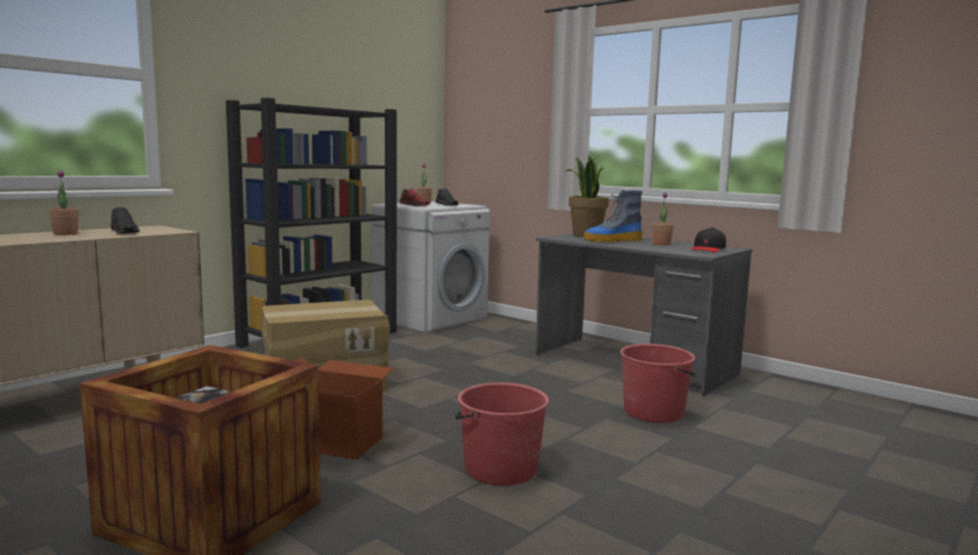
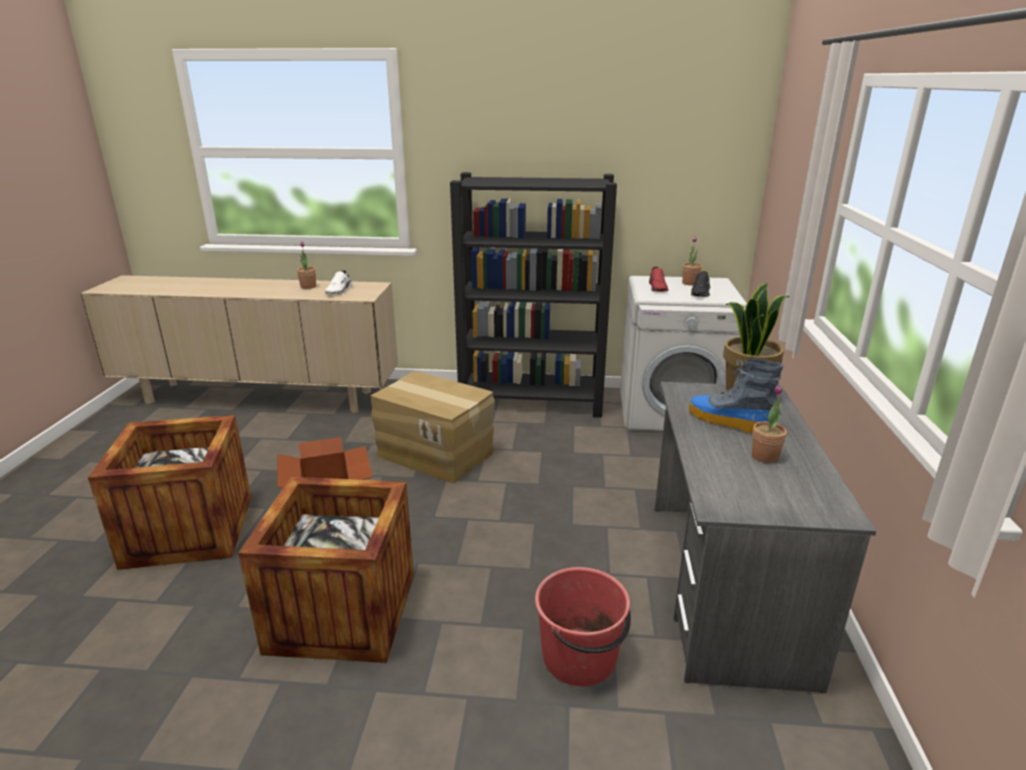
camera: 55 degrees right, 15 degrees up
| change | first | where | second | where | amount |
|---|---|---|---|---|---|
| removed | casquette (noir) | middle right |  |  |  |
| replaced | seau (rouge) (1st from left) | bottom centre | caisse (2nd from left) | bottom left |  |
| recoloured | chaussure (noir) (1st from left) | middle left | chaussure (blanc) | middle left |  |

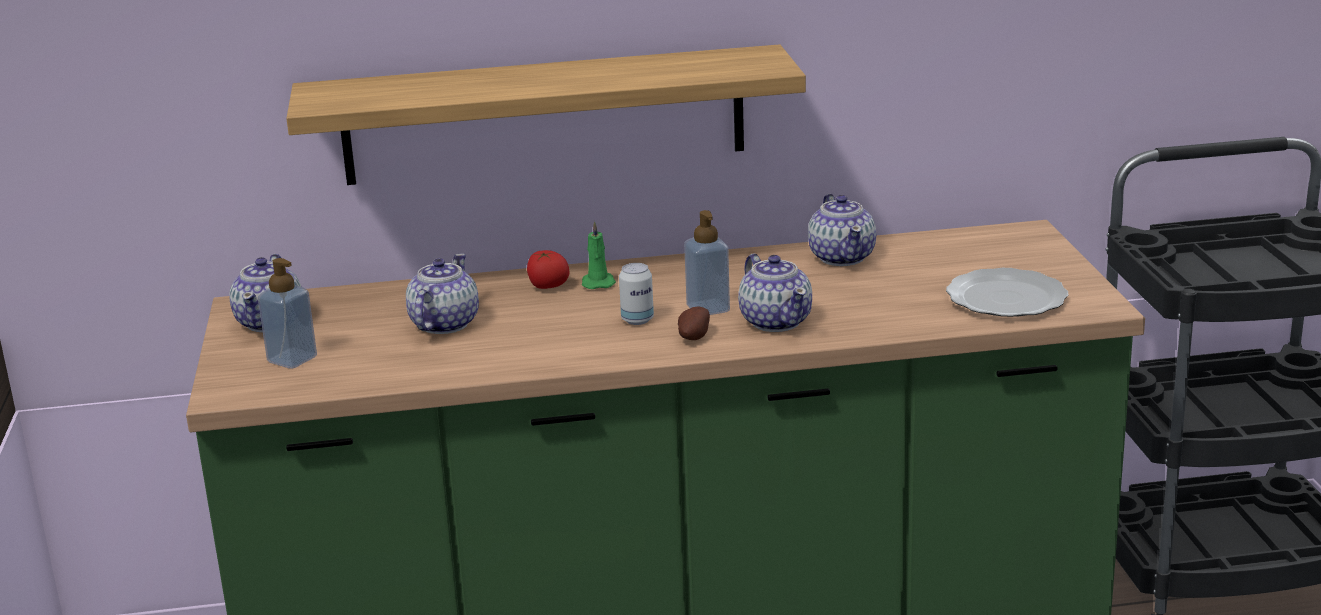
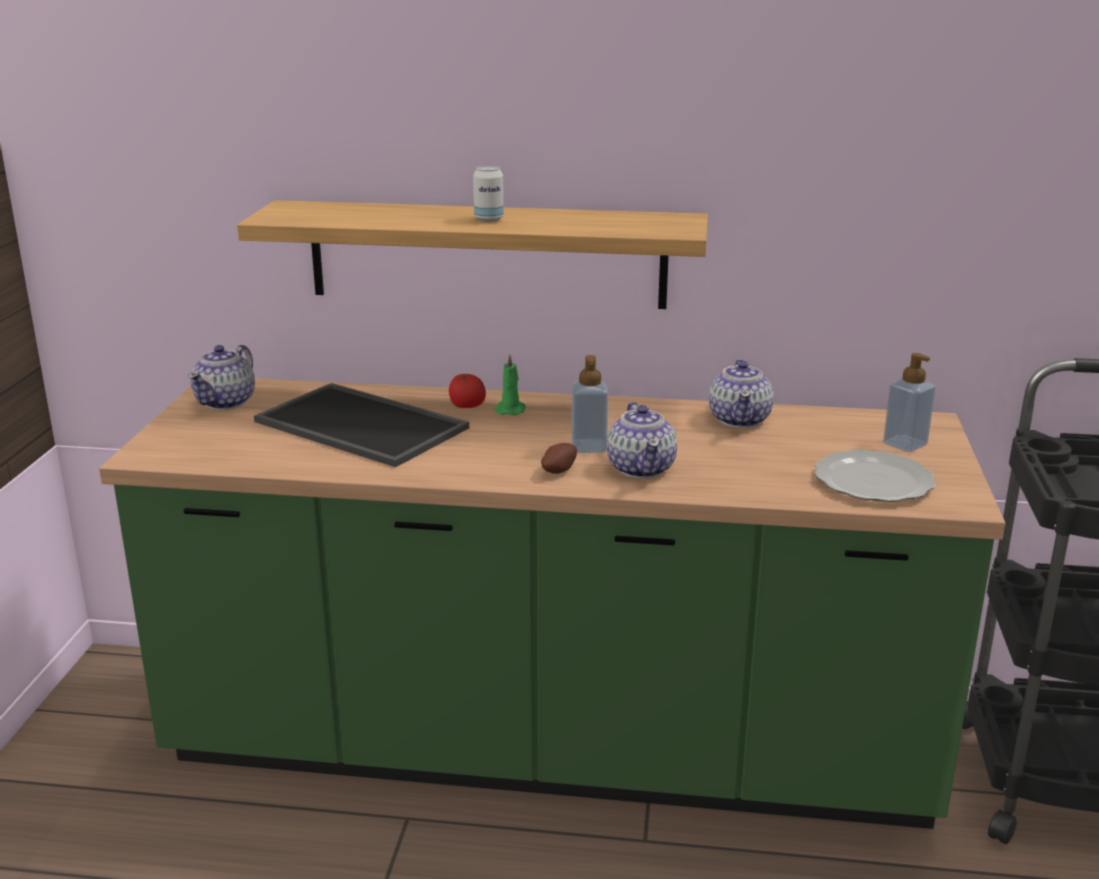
camera: 15 degrees right, 0 degrees up
| change | first | where | second | where | amount |
|---|---|---|---|---|---|
| moved | distributeur de savon (1st from left in the first image) | middle left | distributeur de savon (2nd from left) | middle right |  |
| moved | boîte métallique | centre |  | top centre |  |
| replaced | théière (2nd from left) | centre | plateau | middle left |  |

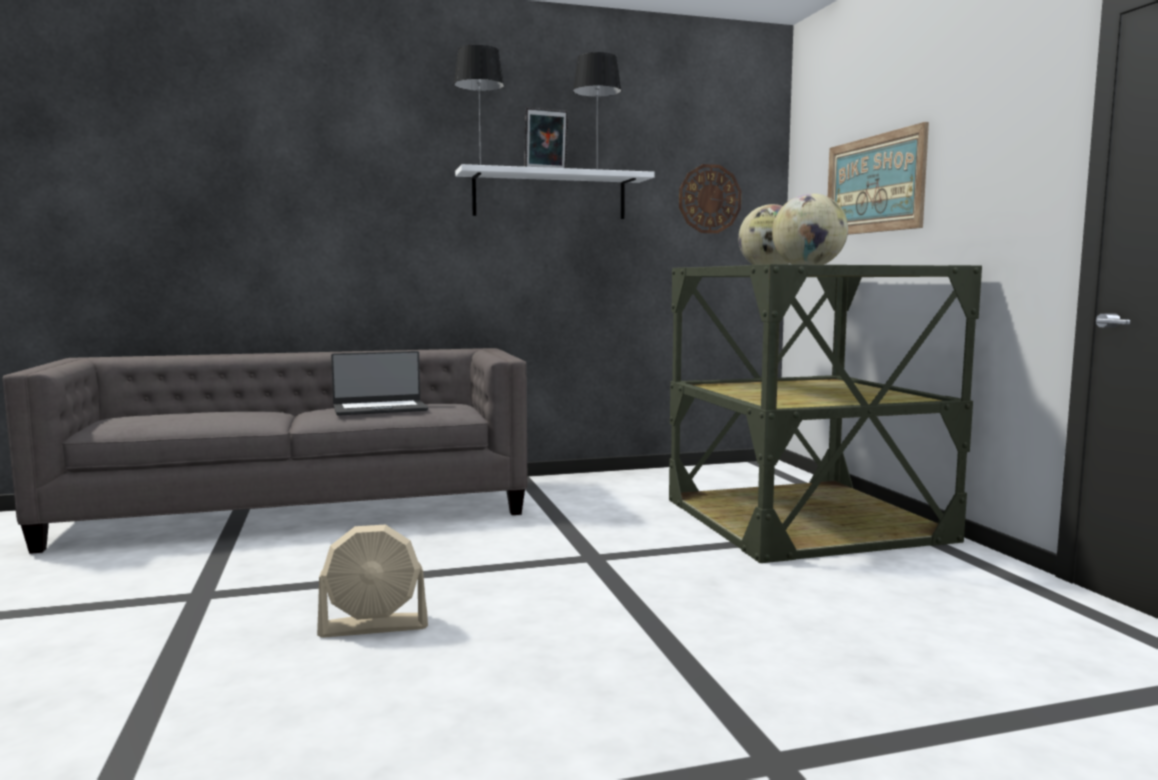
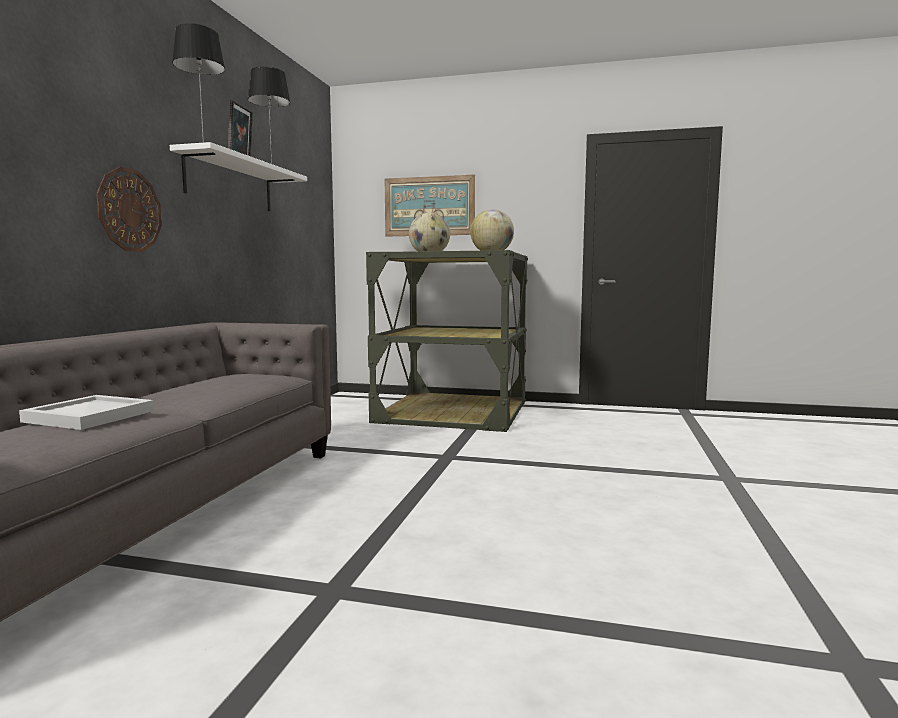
camera: 60 degrees left, 0 degrees up
| change | first | where | second | where | amount |
|---|---|---|---|---|---|
| removed | ventilateur (beige) | bottom left |  |  |  |
| removed | ordinateur portable | middle left |  |  |  |
| added |  |  | plateau (blanc) | middle left |  |
| moved | horloge murale | top centre |  | top left |  |

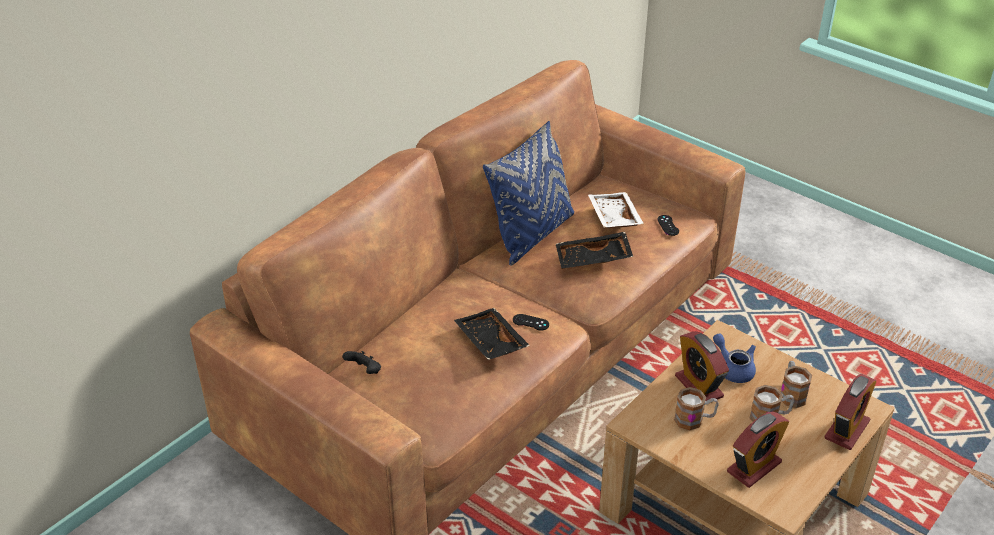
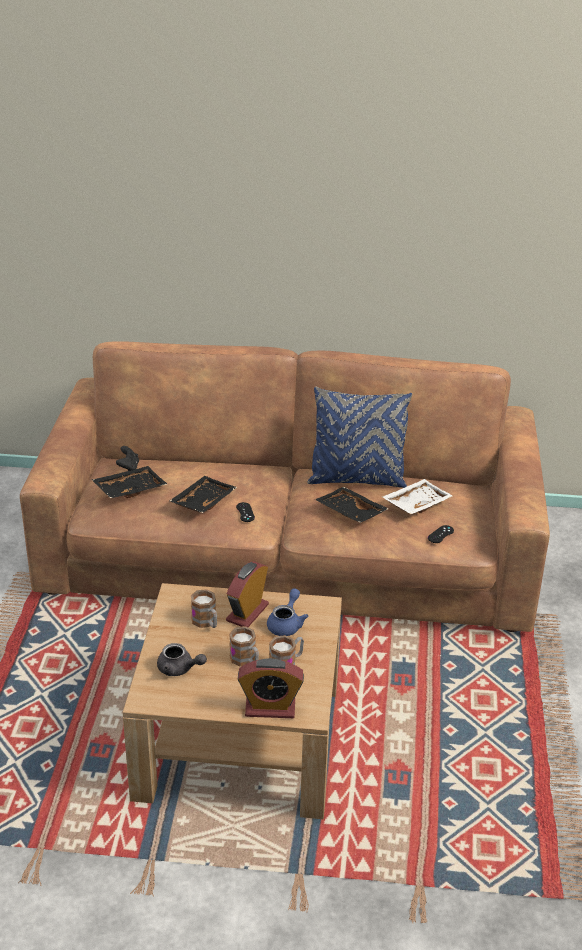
camera: 55 degrees right, 5 degrees down
| change | first | where | second | where | amount |
|---|---|---|---|---|---|
| added |  |  | plateau (noir) (1st from left) | middle left |  |
| replaced | réveil (2nd from left) | bottom right | théière (gris) | bottom left |  |

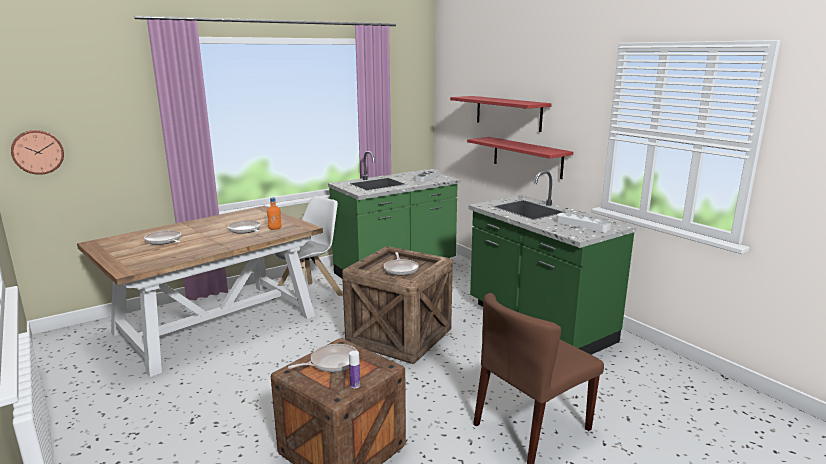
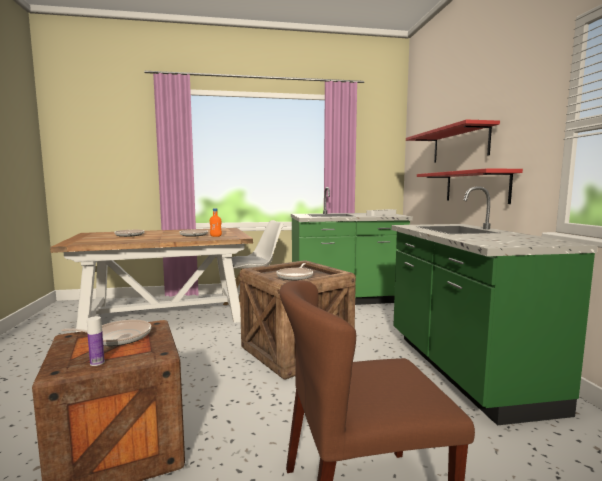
camera: 25 degrees right, 10 degrees down
| change | first | where | second | where | amount |
|---|---|---|---|---|---|
| removed | horloge murale | top left |  |  |  |
| removed | plateau (gris) (2nd from left) | middle right |  |  |  |

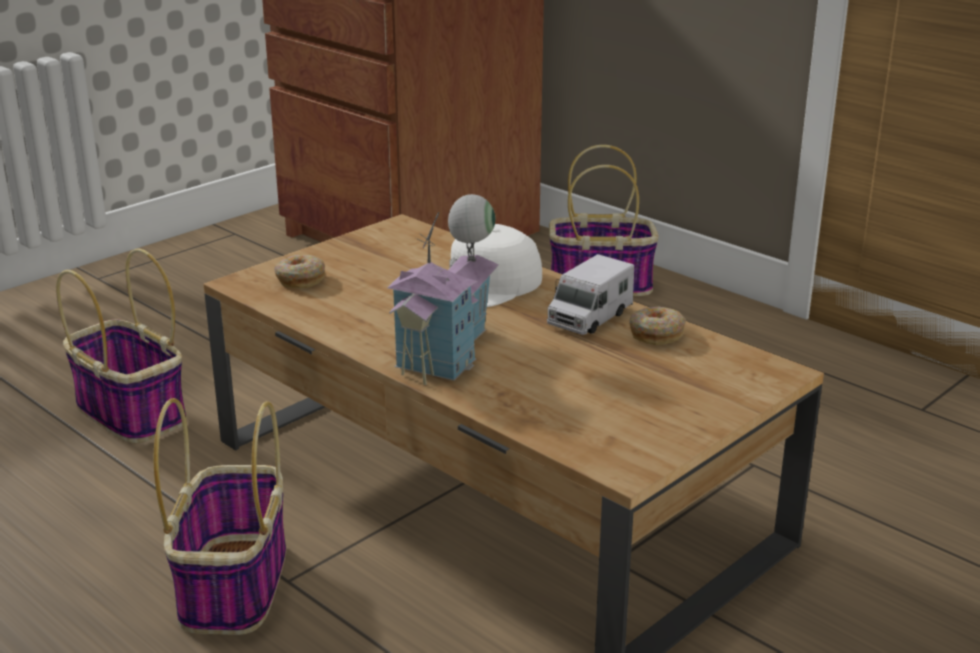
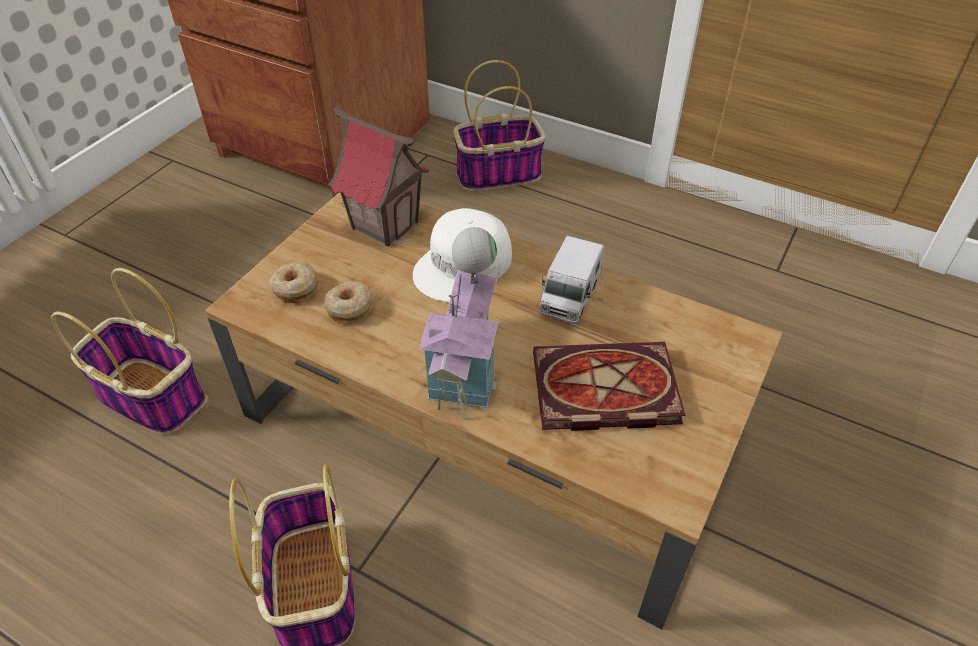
camera: 15 degrees left, 20 degrees up
| change | first | where | second | where | amount |
|---|---|---|---|---|---|
| added |  |  | maison miniature (1st from left) | top centre |  |
| added |  |  | livre | centre |  |
| moved | beignet (2nd from left) | middle right |  | centre |  |

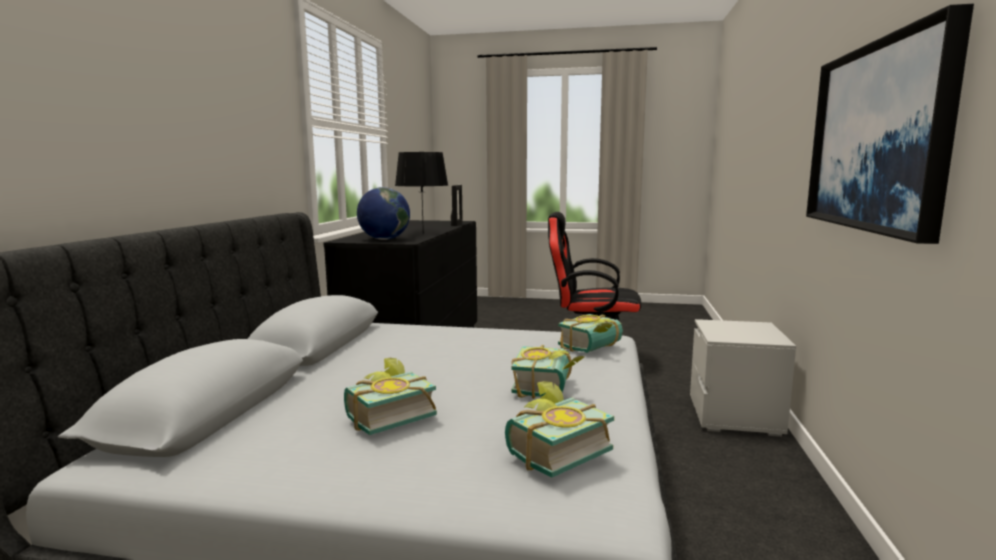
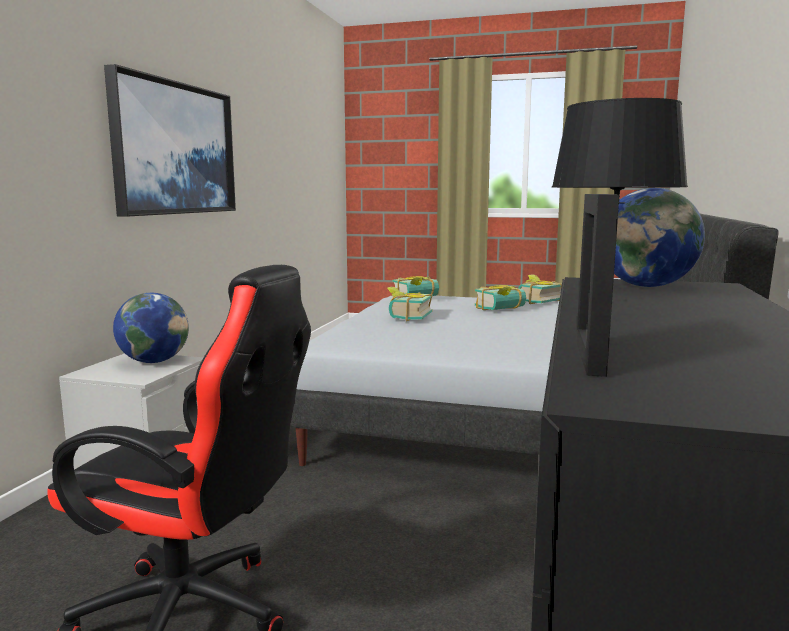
camera: 175 degrees left, 0 degrees up
| change | first | where | second | where | amount |
|---|---|---|---|---|---|
| added |  |  | globe (1st from left) | middle left |  |
| moved | livre (4th from left) | centre |  | middle right |  |

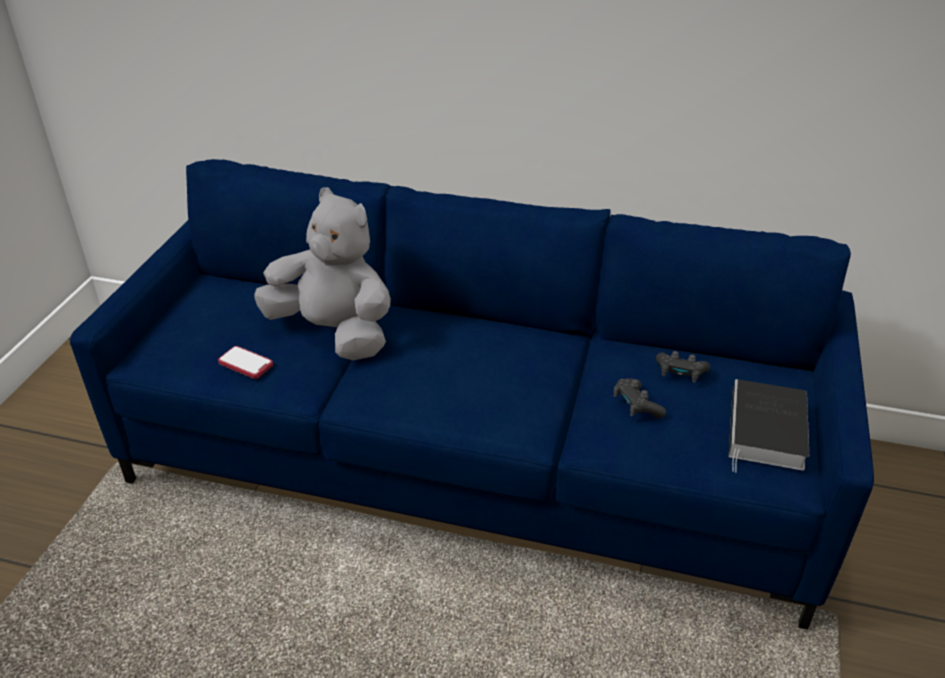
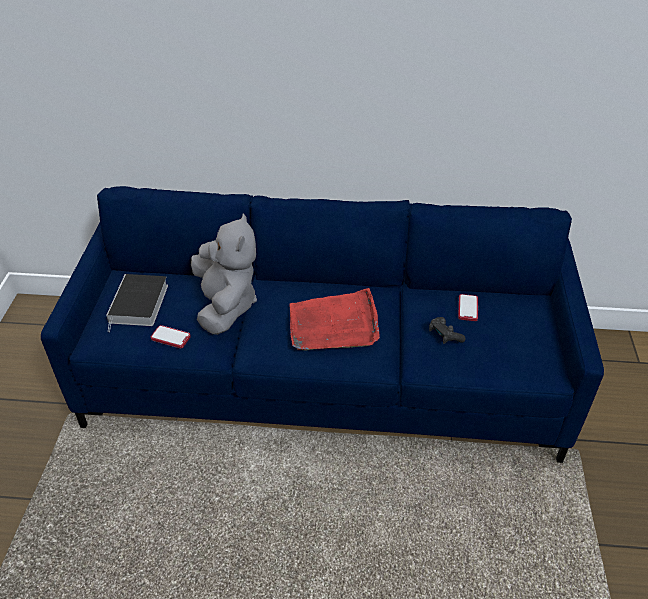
camera: 10 degrees left, 5 degrees up
| change | first | where | second | where | amount |
|---|---|---|---|---|---|
| added |  |  | plateau (rouge) | centre |  |
| moved | livre | middle right |  | middle left |  |
| replaced | manette (noir) (2nd from left) | middle right | téléphone (2nd from left) | middle right |  |
| turned | peluche (gris) | centre |  | centre | 60 degrees clockwise |

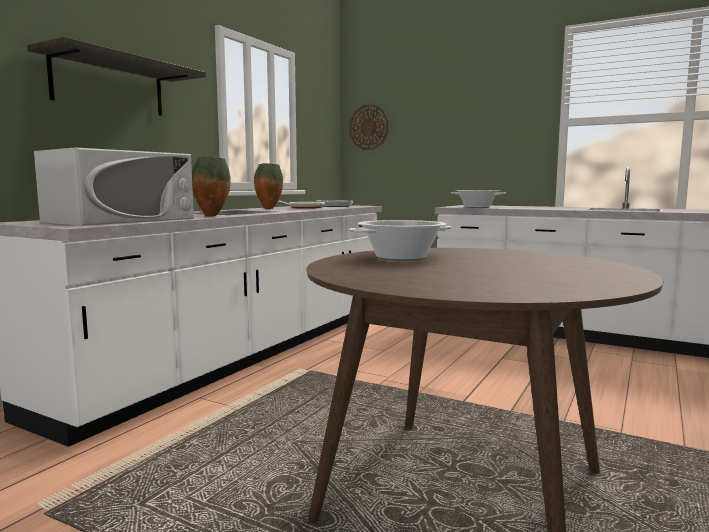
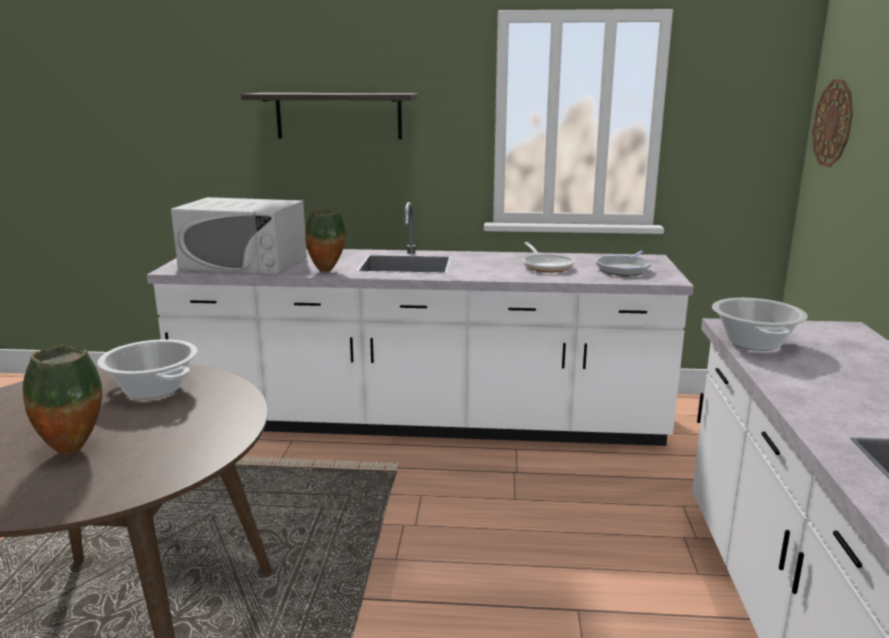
camera: 65 degrees right, 10 degrees up
| change | first | where | second | where | amount |
|---|---|---|---|---|---|
| moved | vase (2nd from left in the first image) | centre | vase (1st from left) | middle left |  |

